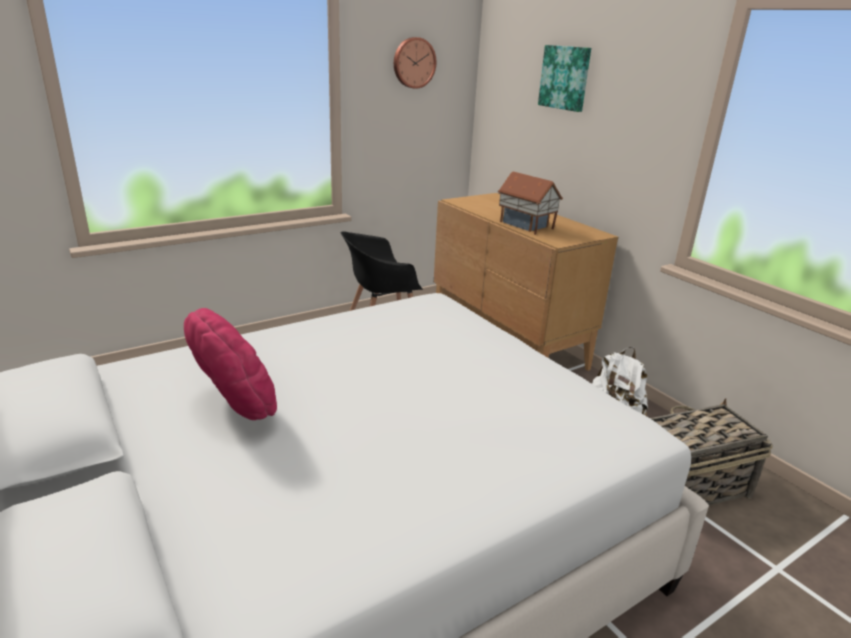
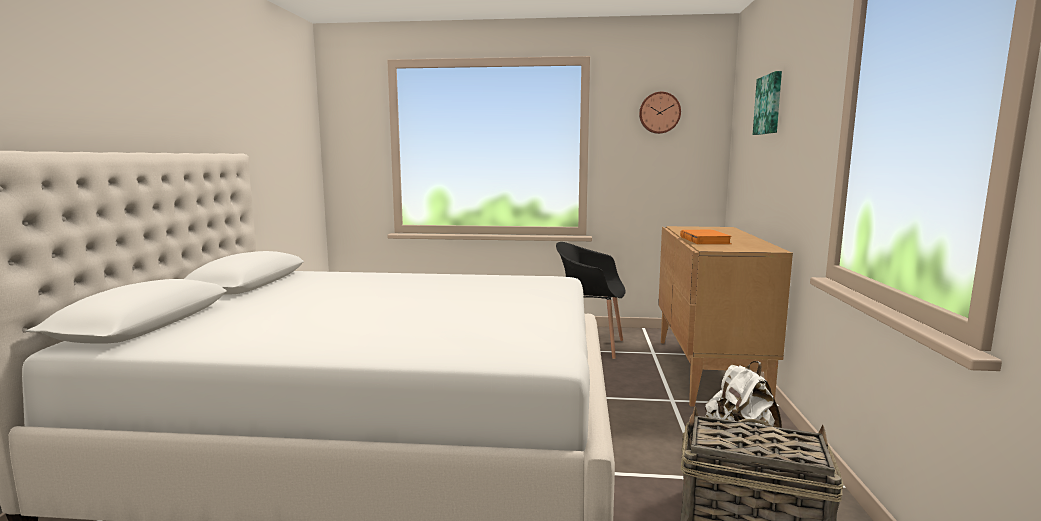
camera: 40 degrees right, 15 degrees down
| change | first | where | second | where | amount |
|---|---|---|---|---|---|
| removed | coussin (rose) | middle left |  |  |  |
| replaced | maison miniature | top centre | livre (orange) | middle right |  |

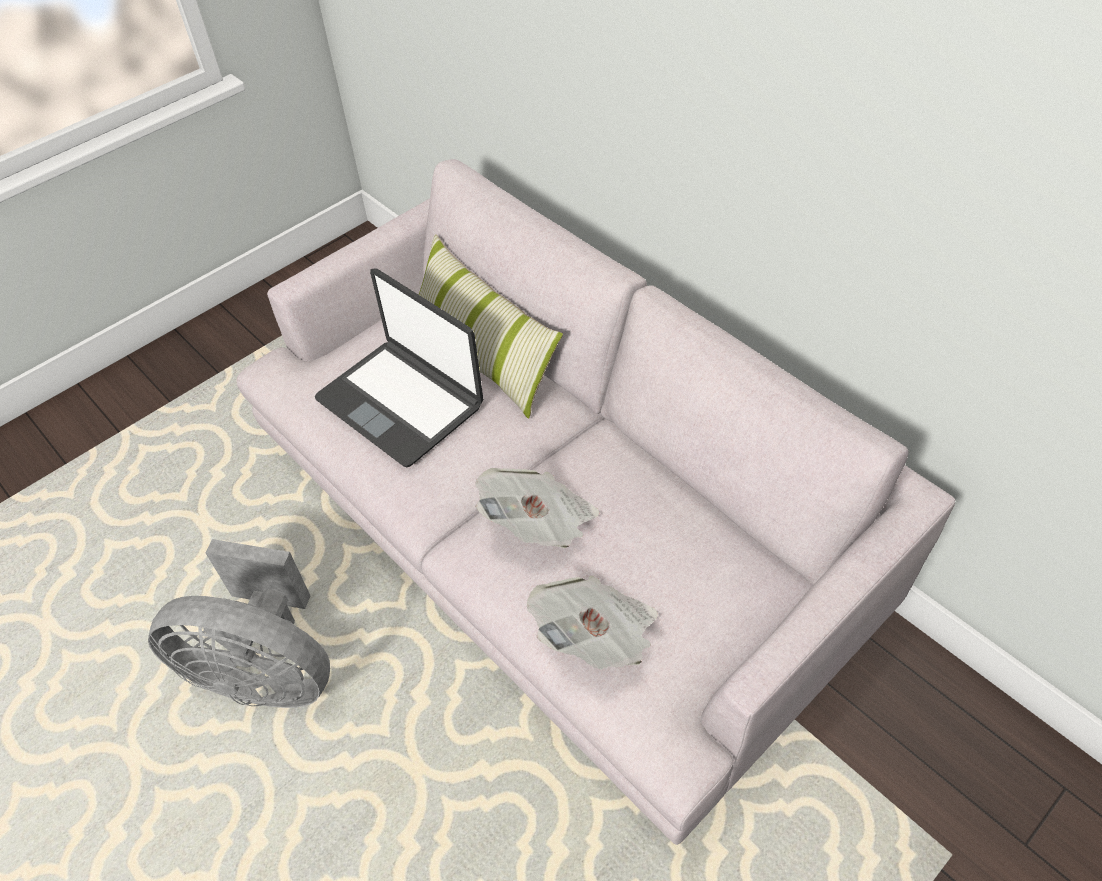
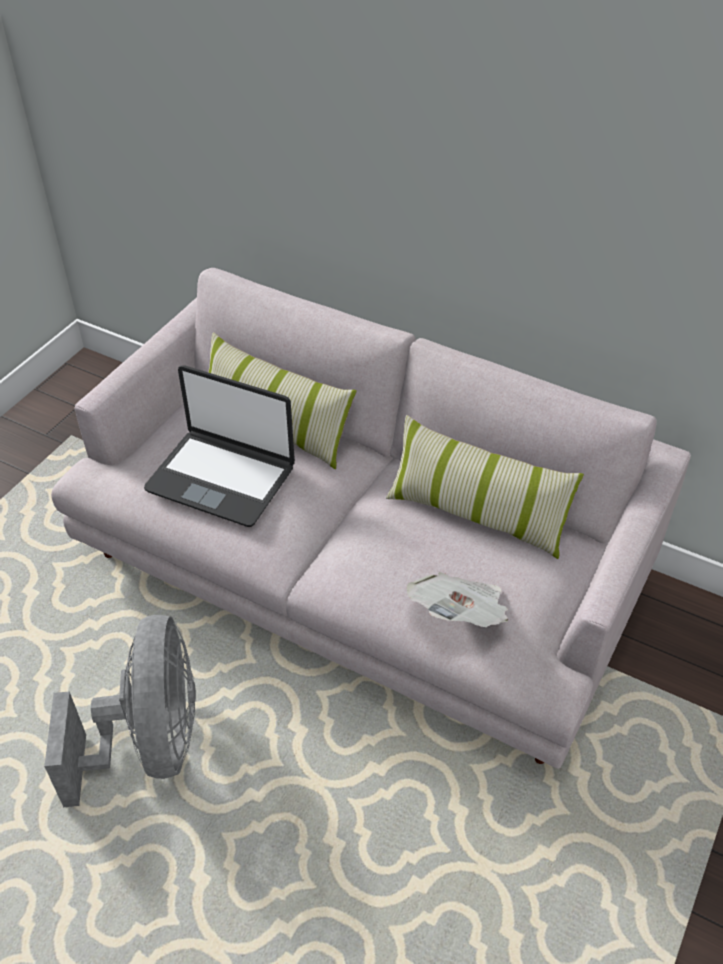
camera: 20 degrees left, 5 degrees down
| change | first | where | second | where | amount |
|---|---|---|---|---|---|
| removed | journal (1st from left) | centre |  |  |  |
| added |  |  | coussin (2nd from left) | middle right |  |
| turned | ventilateur (gris) | bottom left |  | bottom left | 90 degrees counterclockwise |

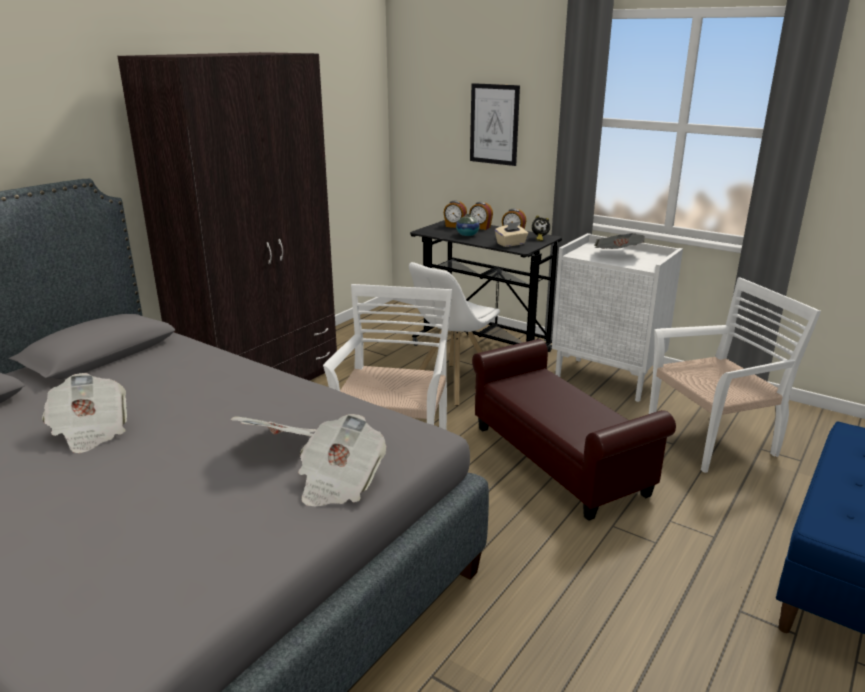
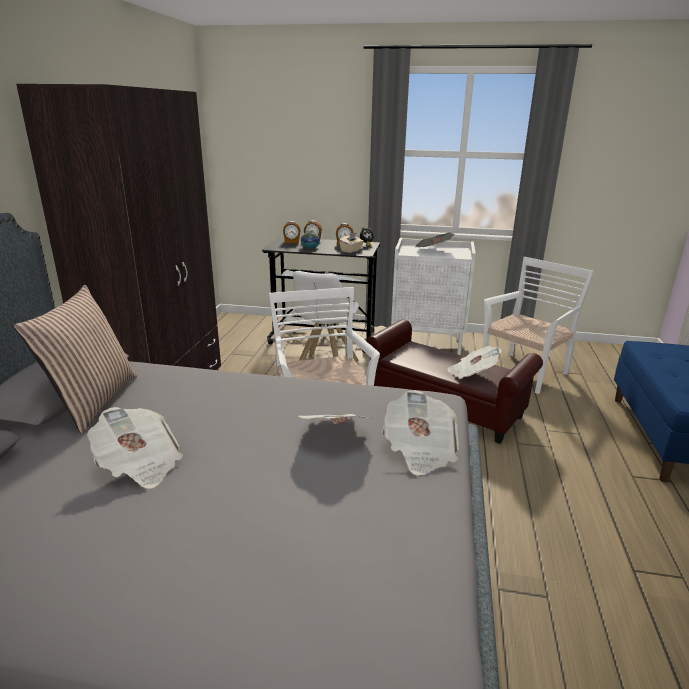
camera: 25 degrees left, 0 degrees up
| change | first | where | second | where | amount |
|---|---|---|---|---|---|
| removed | tableau | top centre |  |  |  |
| added |  |  | coussin | middle left |  |
| added |  |  | journal (5th from left) | middle right |  |

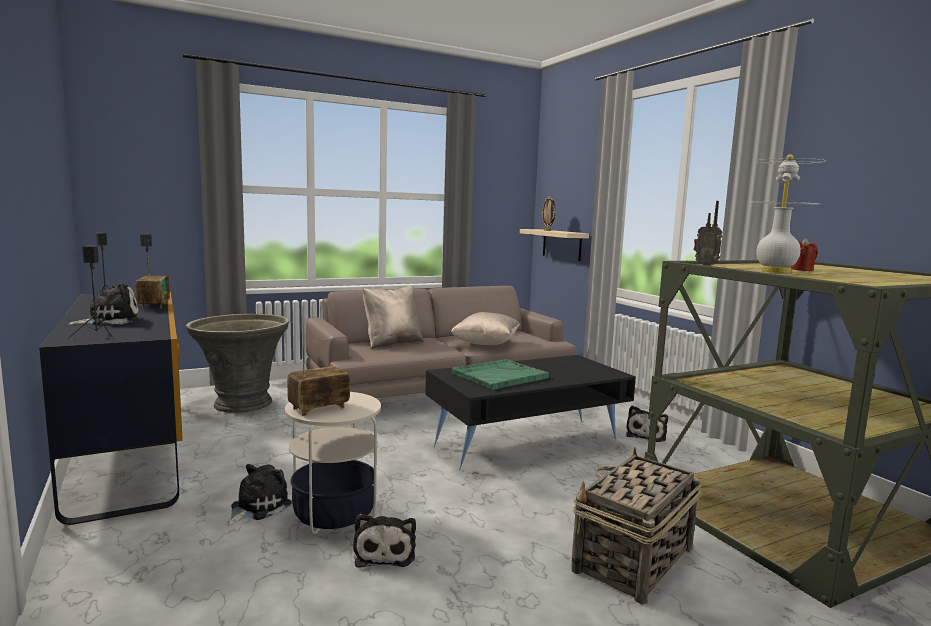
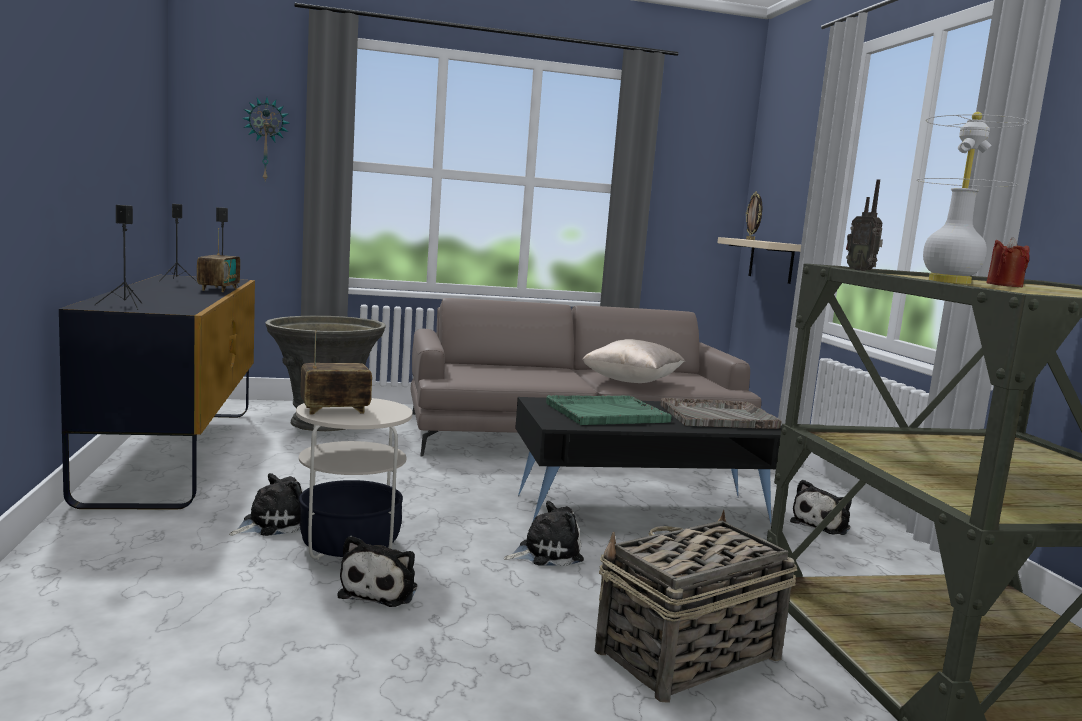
camera: 15 degrees right, 0 degrees up
| change | first | where | second | where | amount |
|---|---|---|---|---|---|
| removed | coussin (beige) (1st from left) | centre |  |  |  |
| added |  |  | horloge murale | top left |  |
| added |  |  | plateau (gris) | centre |  |
| moved | peluche (1st from left in the first image) | middle left | peluche (3rd from left) | bottom centre |  |

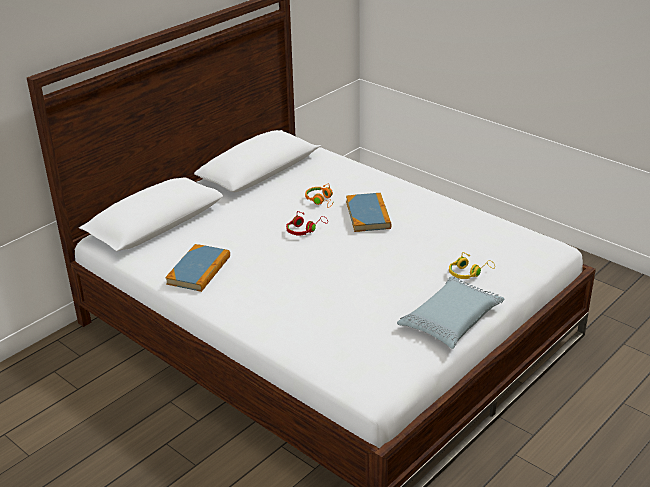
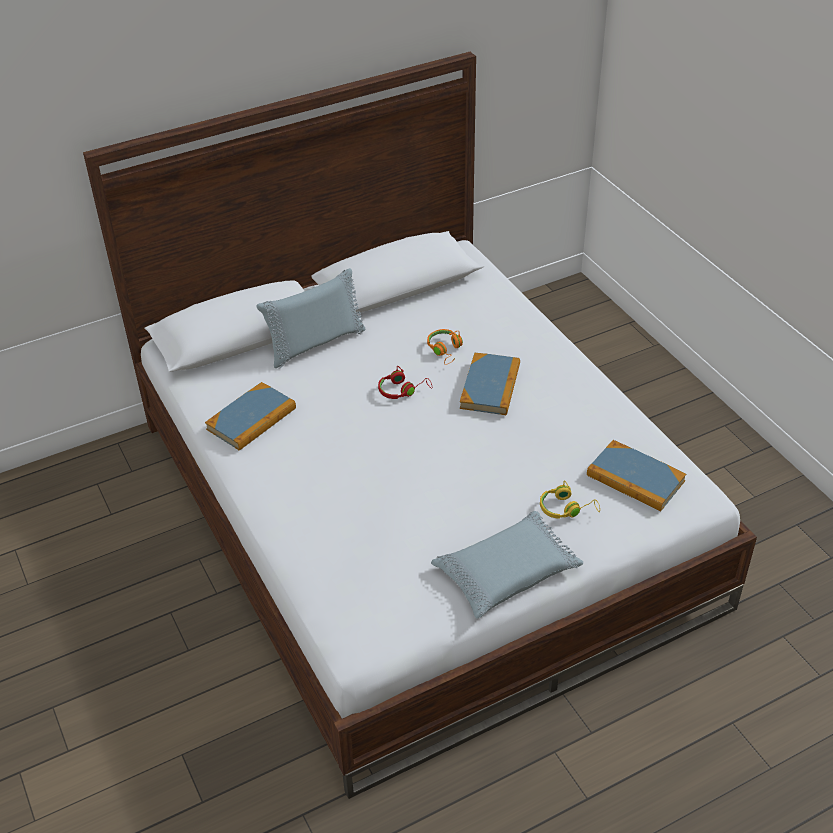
camera: 20 degrees right, 10 degrees up
| change | first | where | second | where | amount |
|---|---|---|---|---|---|
| added |  |  | coussin (bleu) (1st from left) | centre |  |
| added |  |  | livre (3rd from left) | middle right |  |

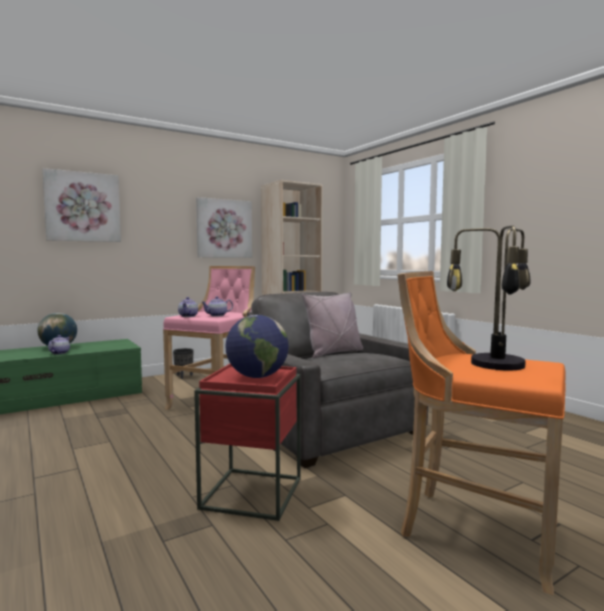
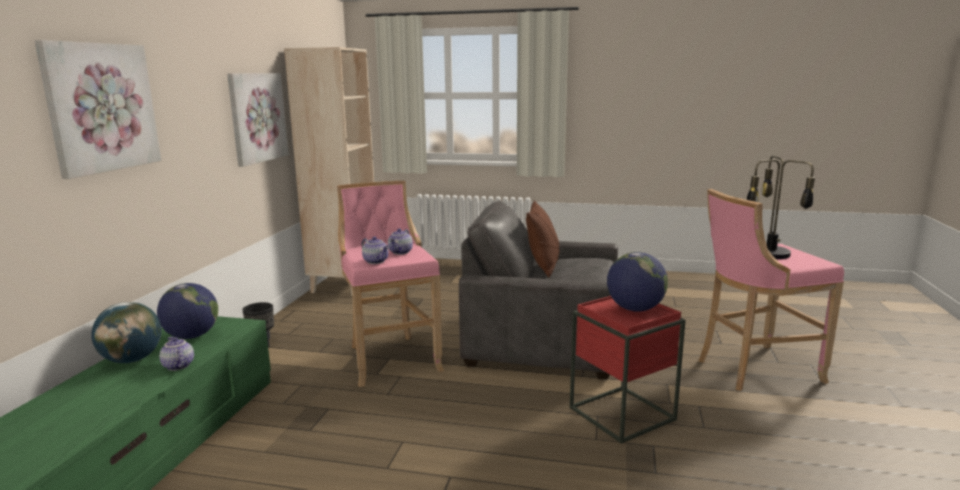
camera: 45 degrees left, 10 degrees up
| change | first | where | second | where | amount |
|---|---|---|---|---|---|
| added |  |  | globe (2nd from left) | middle left |  |
| recoloured | coussin (violet) | centre | coussin (marron) | centre |  |
| recoloured | tabouret (orange) | bottom right | tabouret (rose) (2nd from left) | middle right |  |

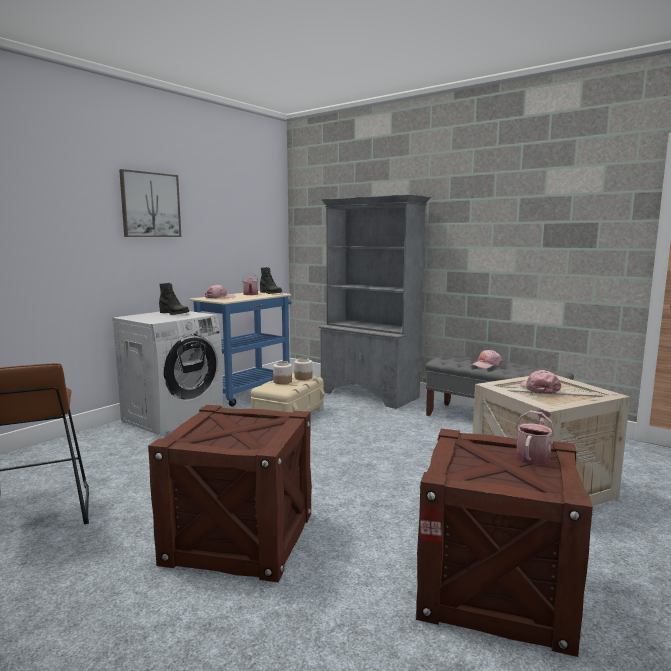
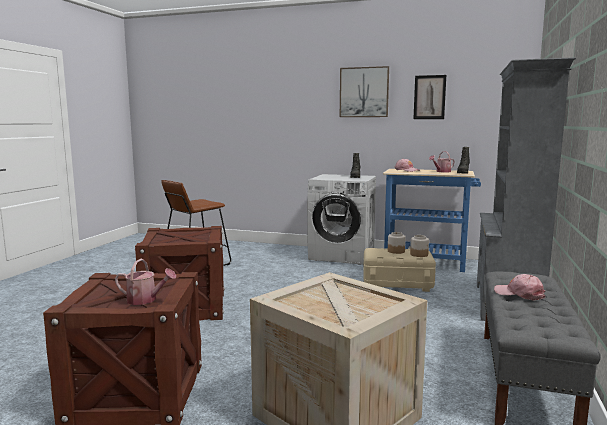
camera: 70 degrees right, 0 degrees up
| change | first | where | second | where | amount |
|---|---|---|---|---|---|
| removed | casquette (rose) (3rd from left) | middle right |  |  |  |
| added |  |  | tableau (2nd from left) | top right |  |

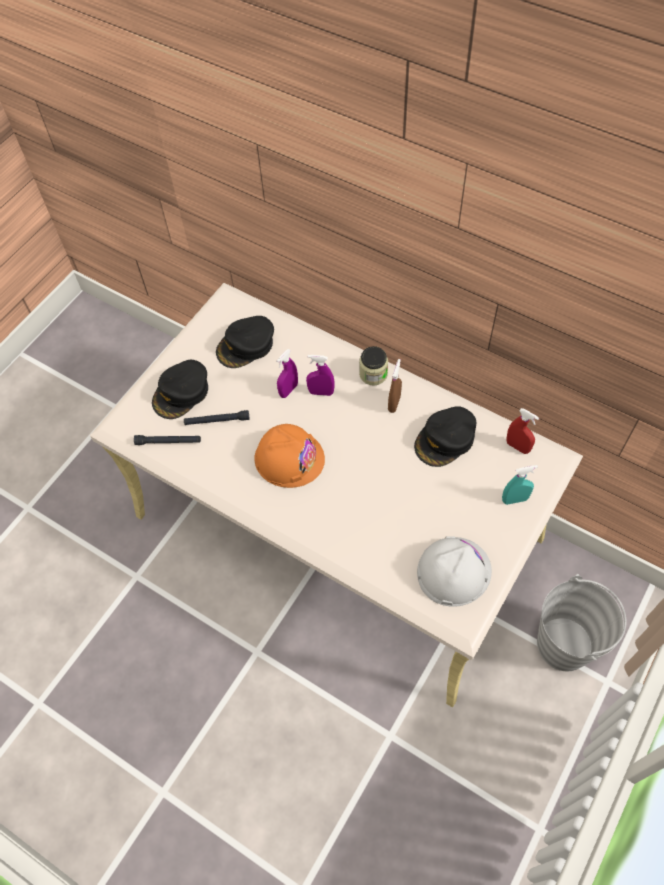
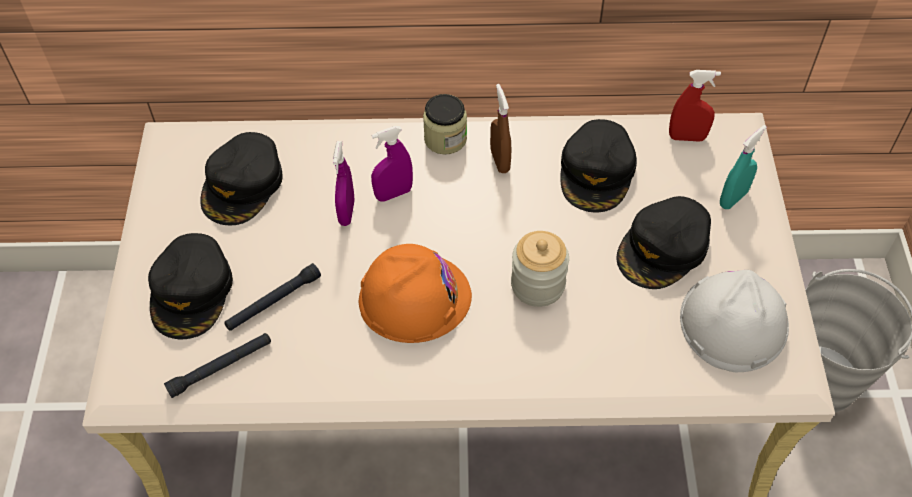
camera: 35 degrees left, 5 degrees down
| change | first | where | second | where | amount |
|---|---|---|---|---|---|
| added |  |  | bocal (2nd from left) | centre |  |
| added |  |  | casquette (noir) (4th from left) | middle right |  |

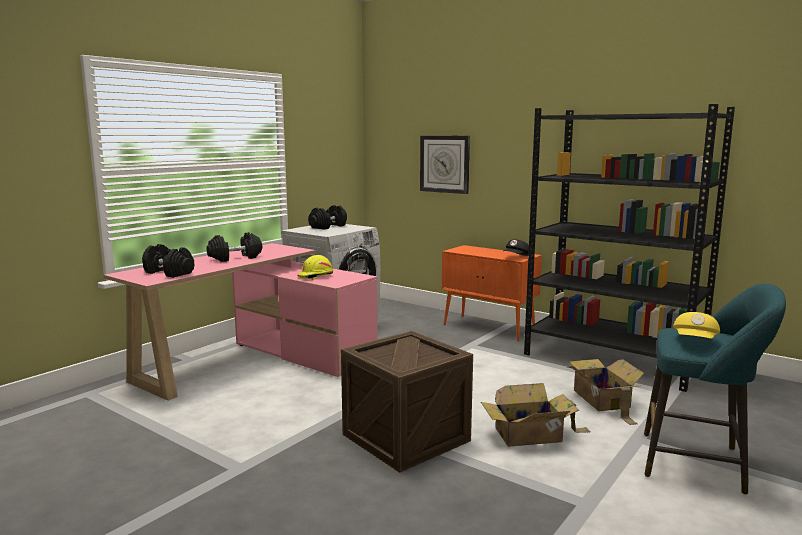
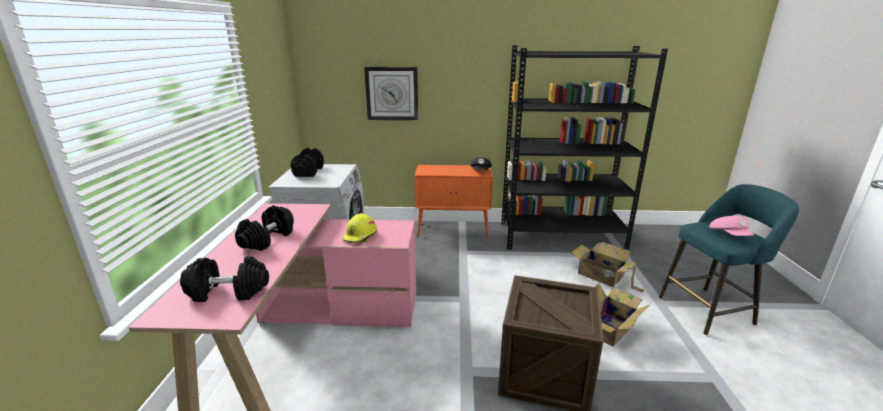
camera: 35 degrees left, 10 degrees up
| change | first | where | second | where | amount |
|---|---|---|---|---|---|
| recoloured | casquette (jaune) | middle right | casquette (rose) | middle right |  |

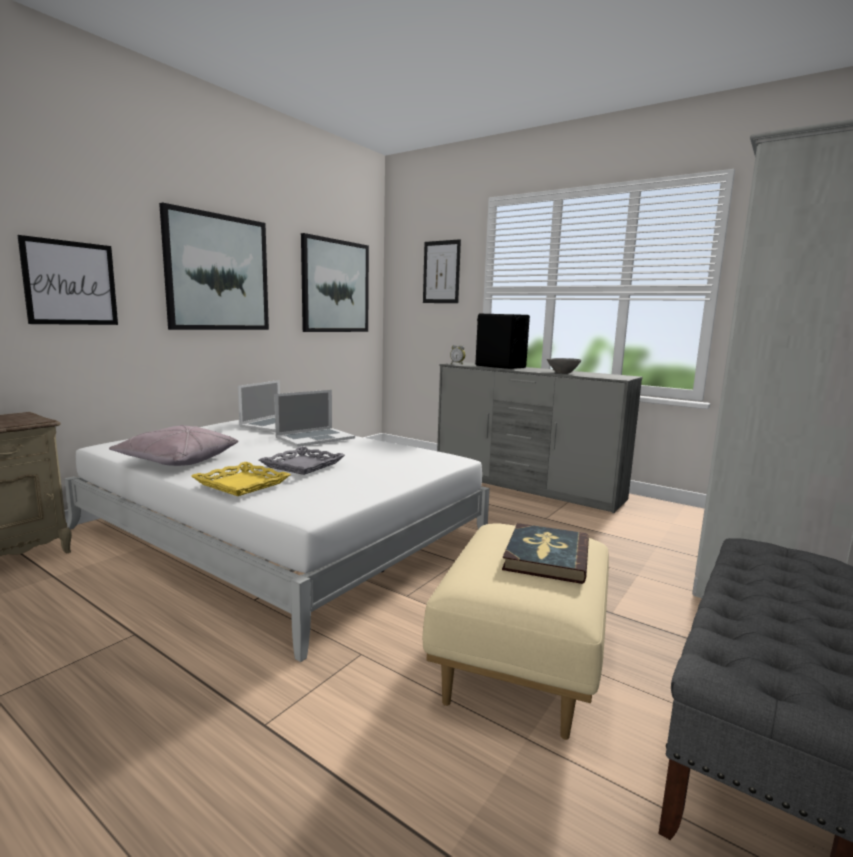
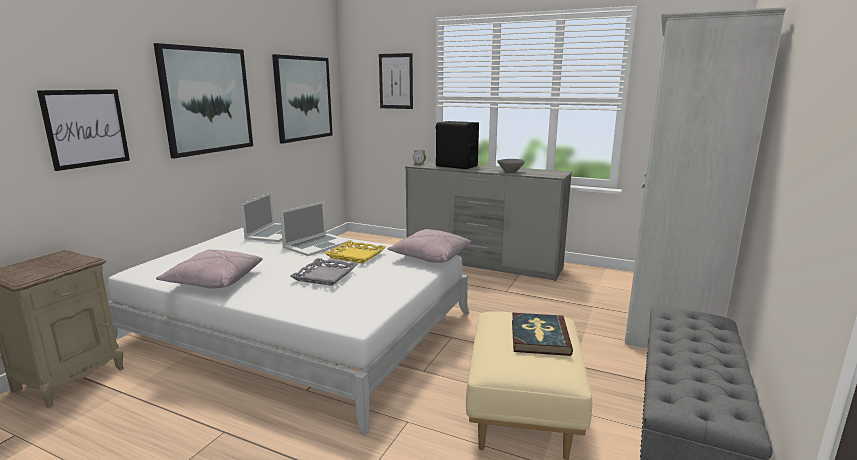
camera: 10 degrees left, 5 degrees up
| change | first | where | second | where | amount |
|---|---|---|---|---|---|
| added |  |  | coussin (violet) (2nd from left) | centre |  |
| moved | plateau (jaune) | middle left |  | centre |  |

